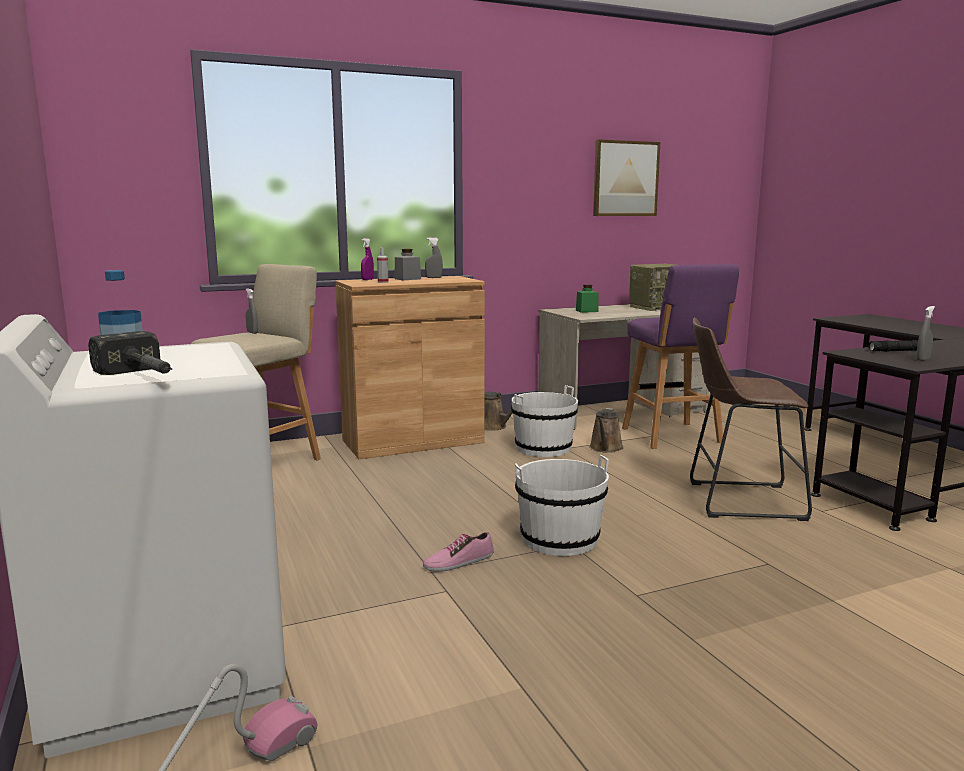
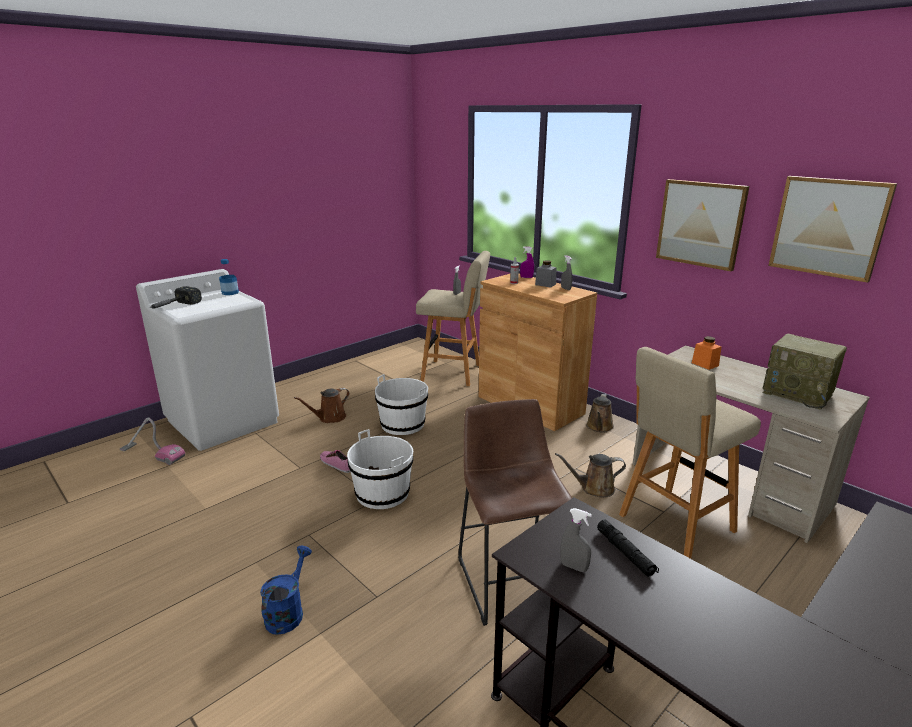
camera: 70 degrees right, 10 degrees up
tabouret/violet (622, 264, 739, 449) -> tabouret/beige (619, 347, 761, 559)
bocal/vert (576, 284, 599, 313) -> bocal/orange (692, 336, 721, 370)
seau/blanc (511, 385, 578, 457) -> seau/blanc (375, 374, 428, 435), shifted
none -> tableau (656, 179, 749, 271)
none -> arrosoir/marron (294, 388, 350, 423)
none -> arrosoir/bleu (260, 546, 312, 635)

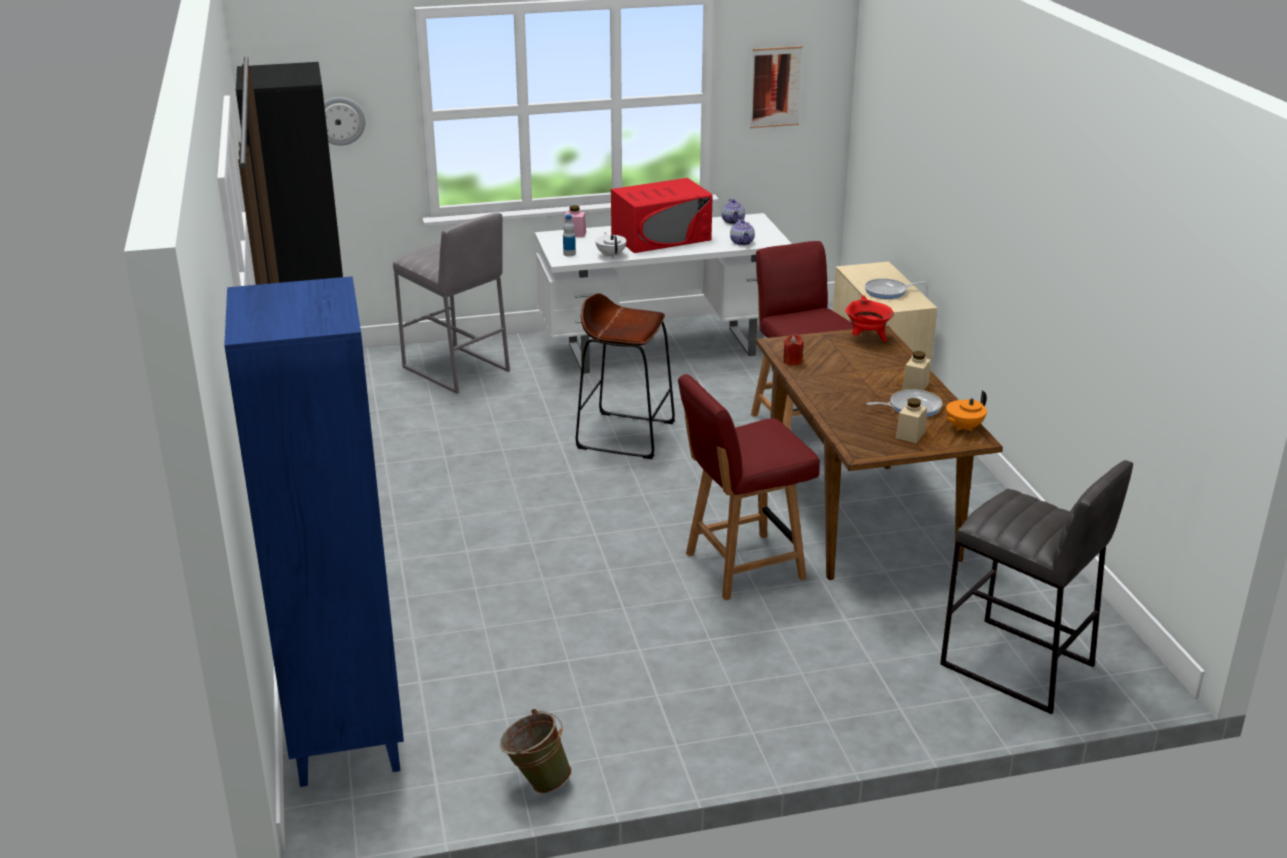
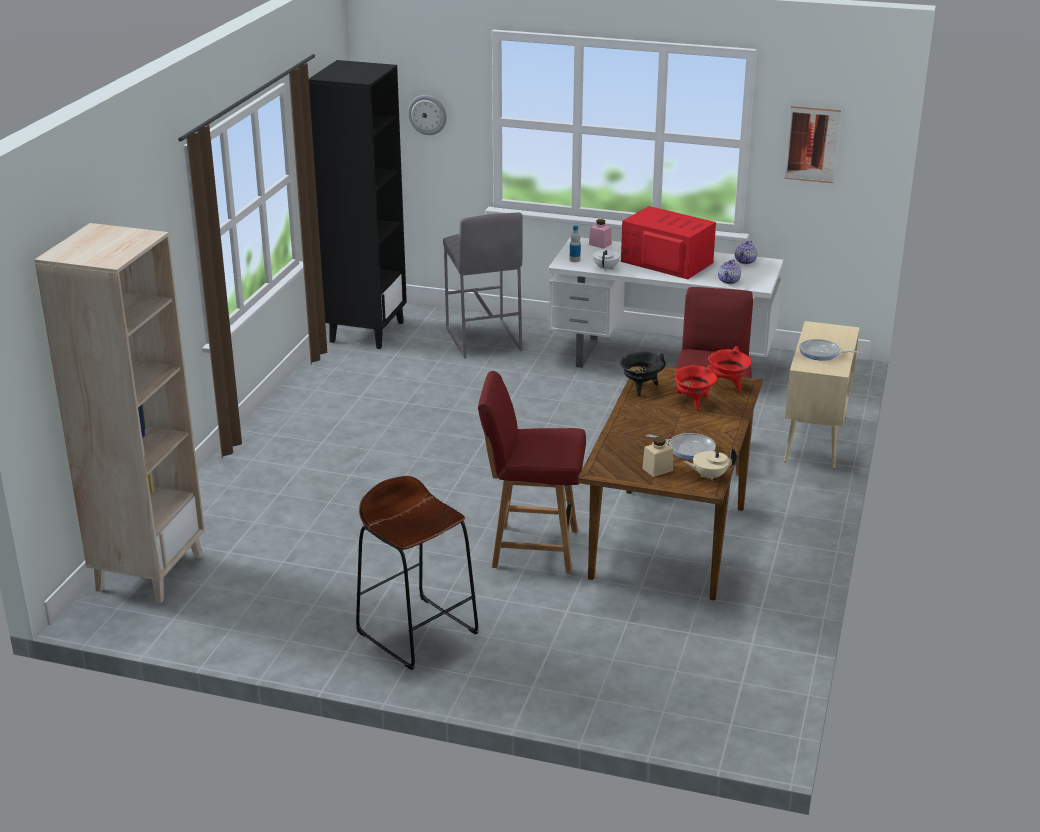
camera: 30 degrees right, 0 degrees up
micro-ondes/rouge (611, 178, 713, 253) -> micro-ondes/rouge (621, 206, 716, 279), 150 degrees counterclockwise
bibliothèque/bleu (224, 276, 404, 787) -> bibliothèque/beige (34, 223, 205, 603)
tabouret/marron (576, 293, 675, 459) -> tabouret/marron (356, 476, 479, 670), shifted
bougie/rouge (783, 334, 804, 366) -> marmite/noir (620, 352, 666, 396)
bocal/beige (902, 351, 931, 391) -> none
théière/orange (945, 391, 987, 431) -> théière/beige (683, 448, 737, 481)
tabouret/gris (940, 460, 1133, 714) -> none
seau/vert (500, 709, 572, 793) -> none
none -> marmite/rouge (675, 365, 717, 411)

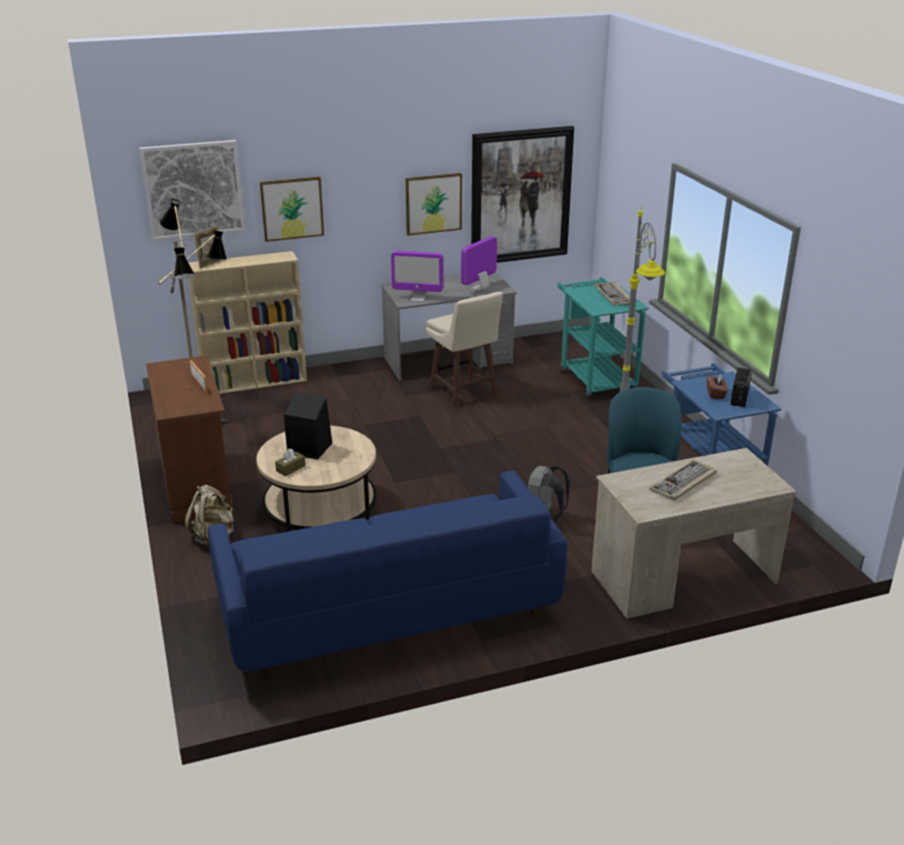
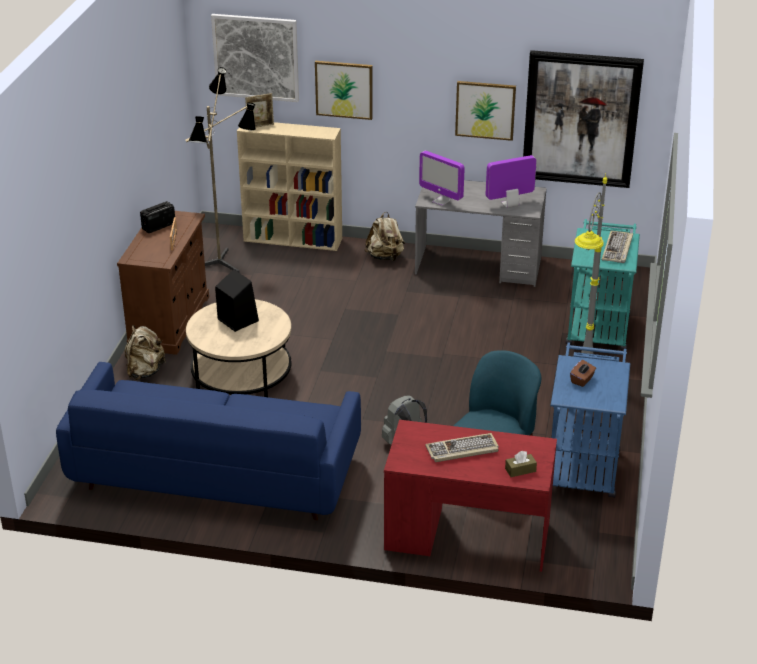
camera: 30 degrees right, 5 degrees up
tabouret/beige (426, 292, 503, 407) -> none
radio (730, 368, 752, 407) -> radio (140, 201, 175, 233), shifted
bureau/beige (591, 448, 797, 619) -> bureau/rouge (384, 420, 557, 572)
boîte à mouchoirs/marron (275, 449, 305, 476) -> boîte à mouchoirs/marron (505, 451, 537, 477), shifted
none -> sac à dos/beige (365, 212, 405, 261)

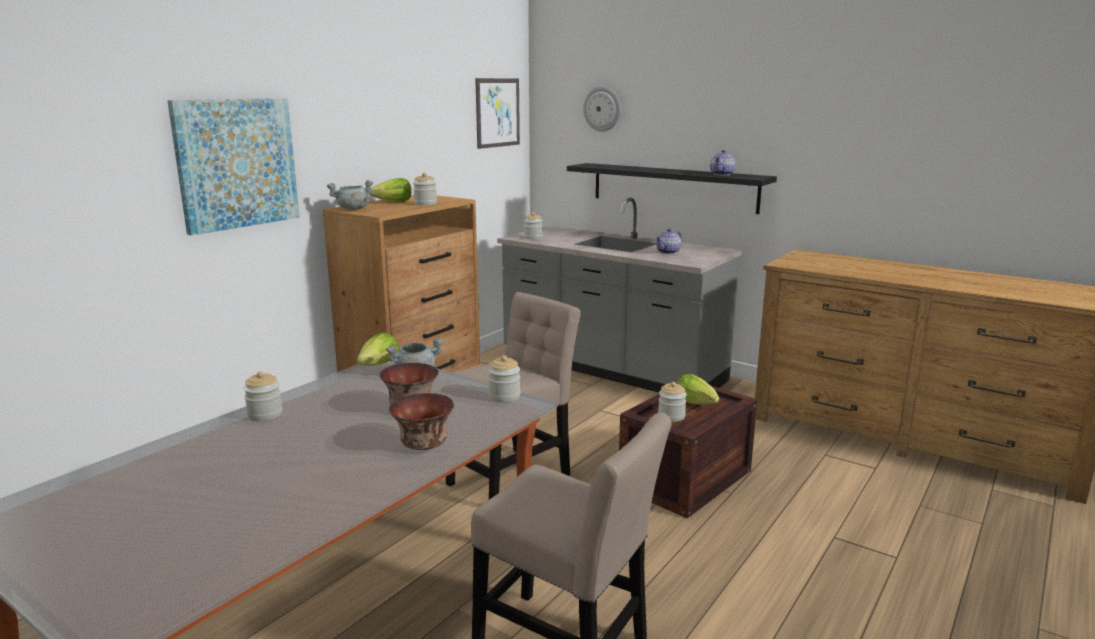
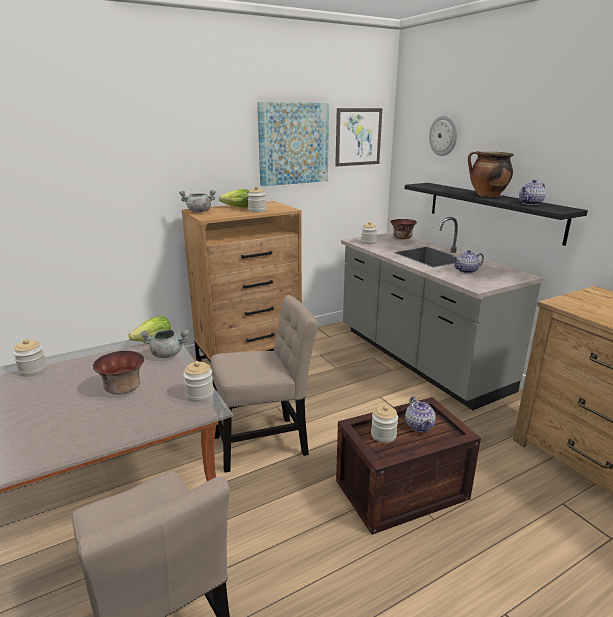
camera: 25 degrees right, 5 degrees up
tableau (167, 98, 300, 236) -> tableau (257, 102, 329, 186), shifted
laitue (676, 374, 719, 404) -> théière (405, 397, 436, 432)
bol (389, 393, 454, 450) -> bol (390, 219, 417, 239), shifted
none -> marmite (468, 151, 513, 197)

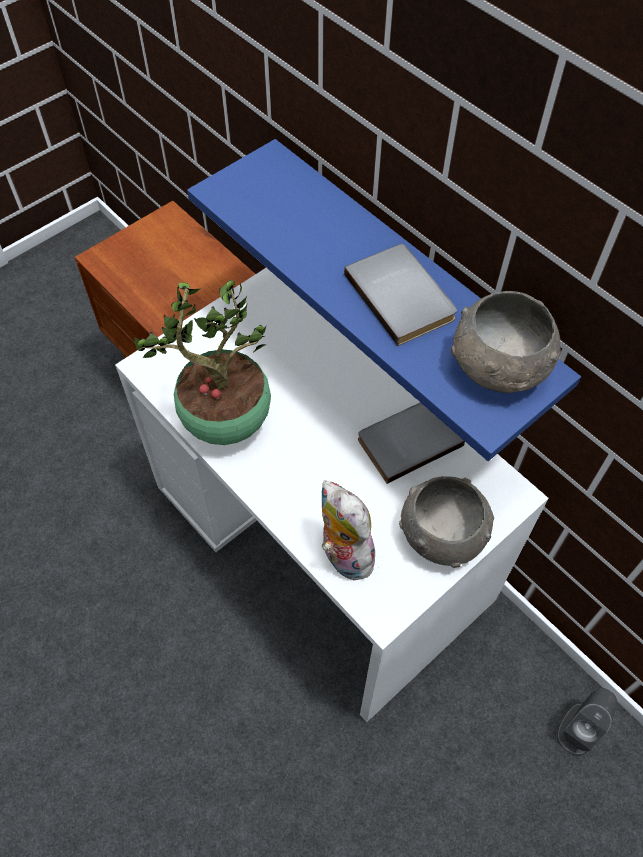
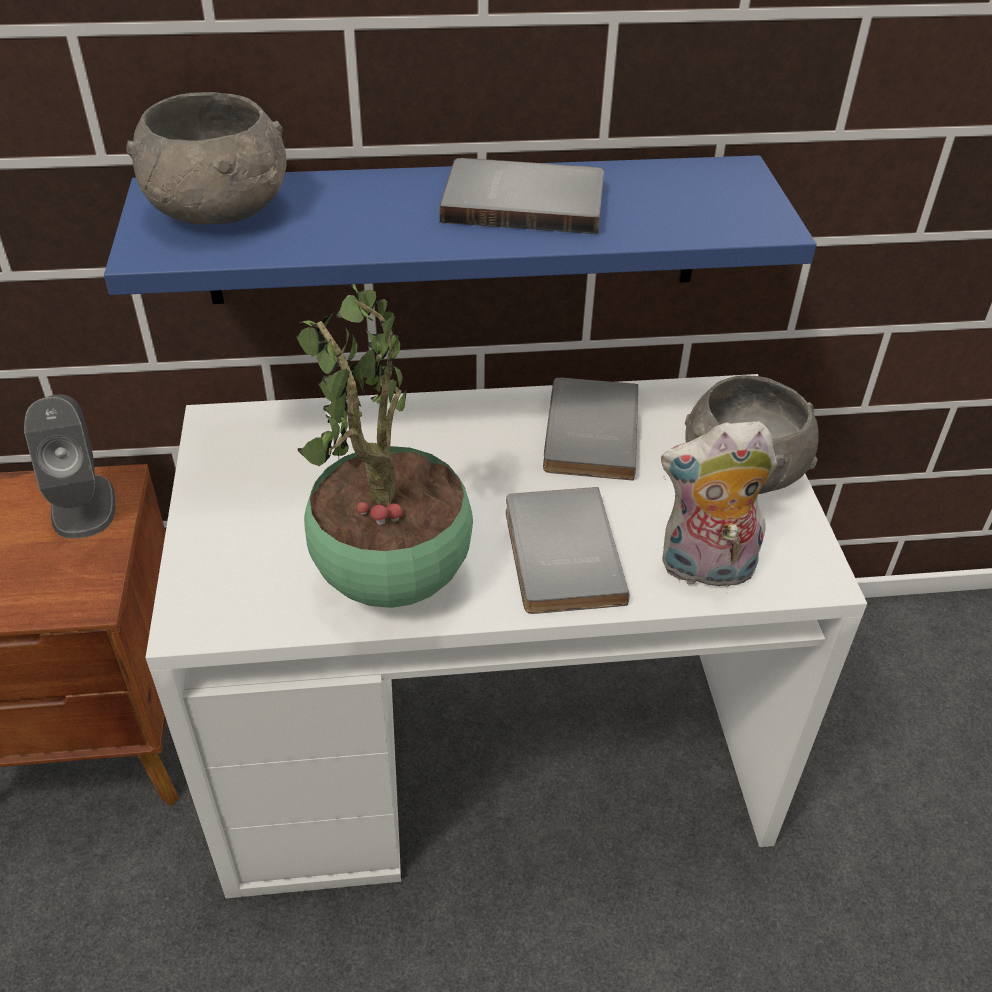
camera: 55 degrees left, 15 degrees down
bol/gris (451, 291, 561, 393) -> bol/gris (126, 92, 287, 224), shifted
enceinte/gris (556, 688, 618, 757) -> enceinte/gris (24, 394, 116, 539), shifted
none -> livre/gris (506, 487, 629, 614)

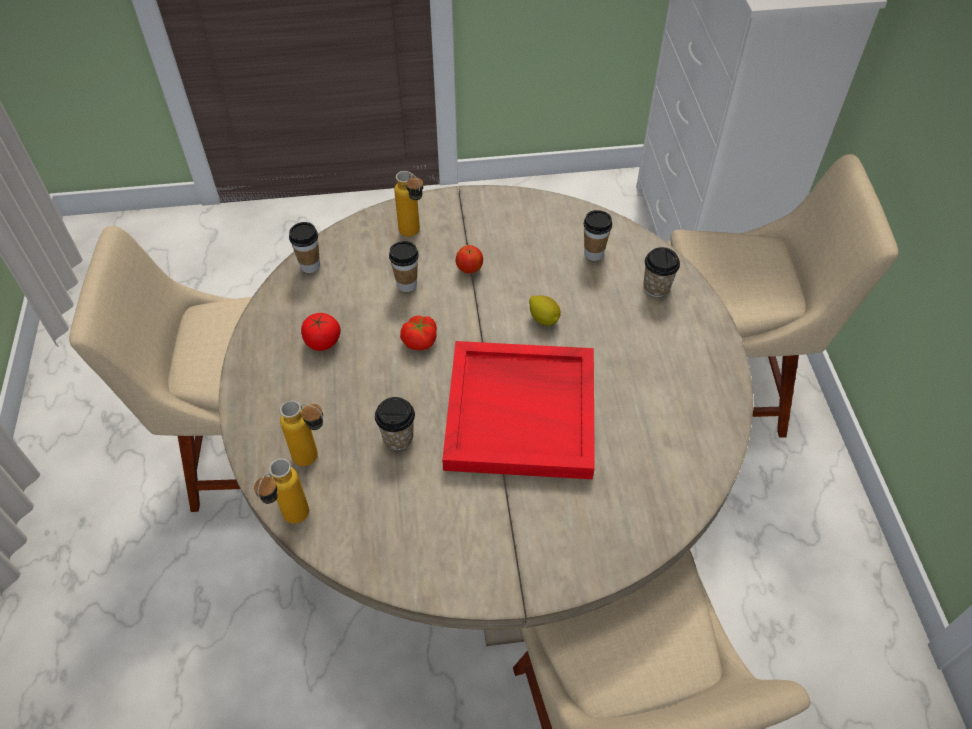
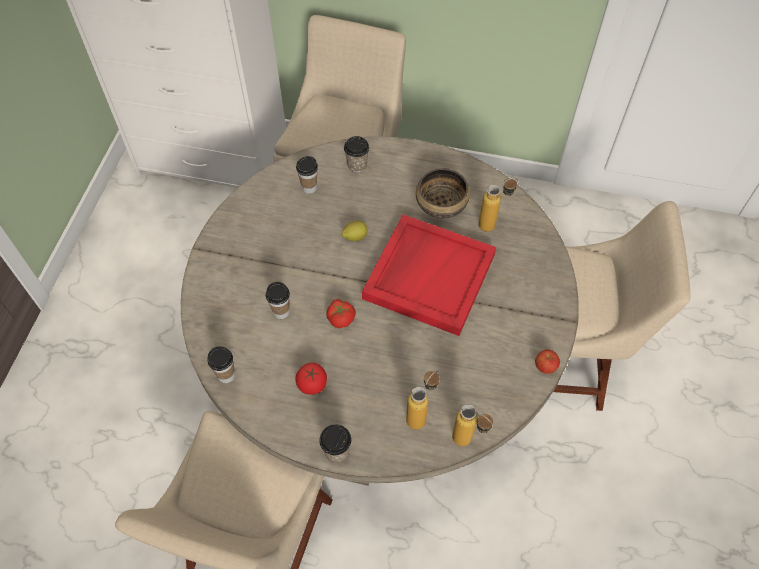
camera: 70 degrees left, 5 degrees up
bouteille (394, 171, 423, 237) -> bouteille (478, 178, 518, 232), shifted
pomme (456, 245, 483, 273) -> pomme (535, 349, 560, 374), shifted
tasse (375, 397, 415, 450) -> tasse (319, 425, 351, 463), shifted
none -> bol (416, 168, 470, 218)

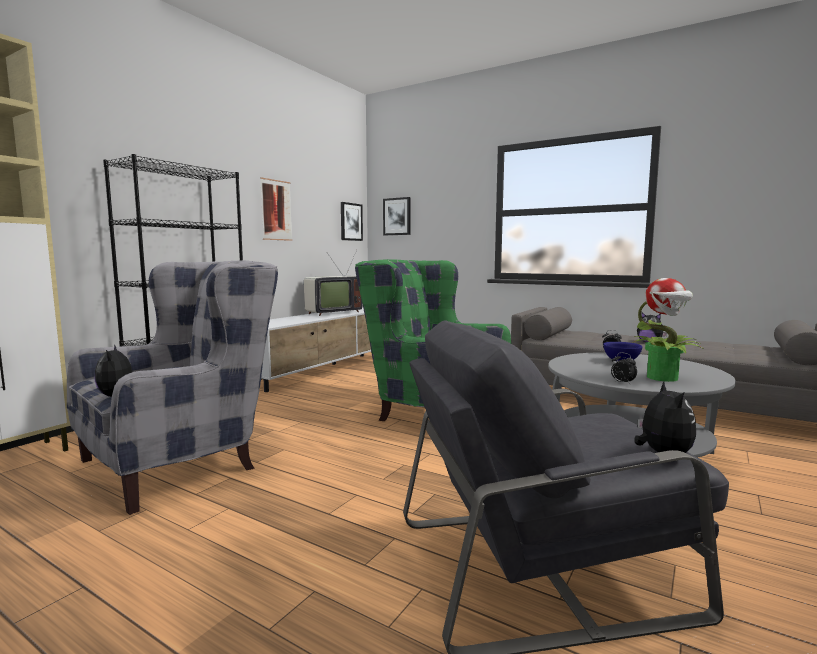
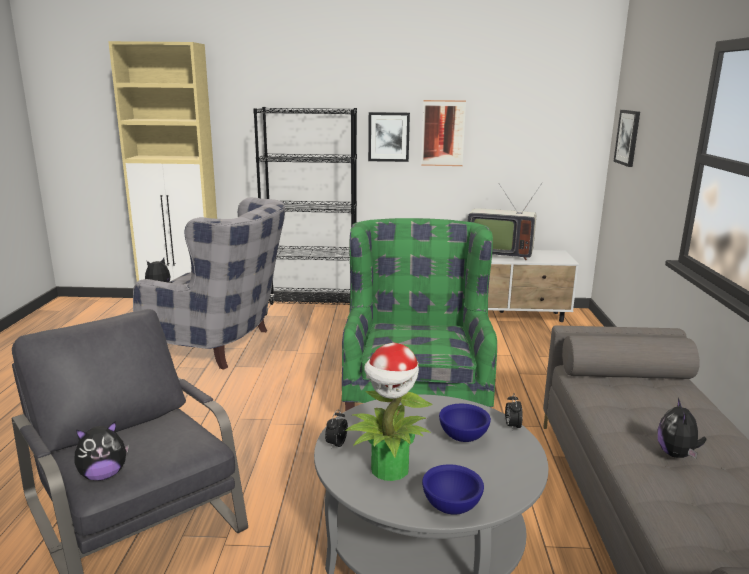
camera: 60 degrees right, 10 degrees up
tableau (341, 202, 363, 241) -> tableau (368, 112, 410, 162), shifted
none -> bol/bleu (422, 464, 484, 515)

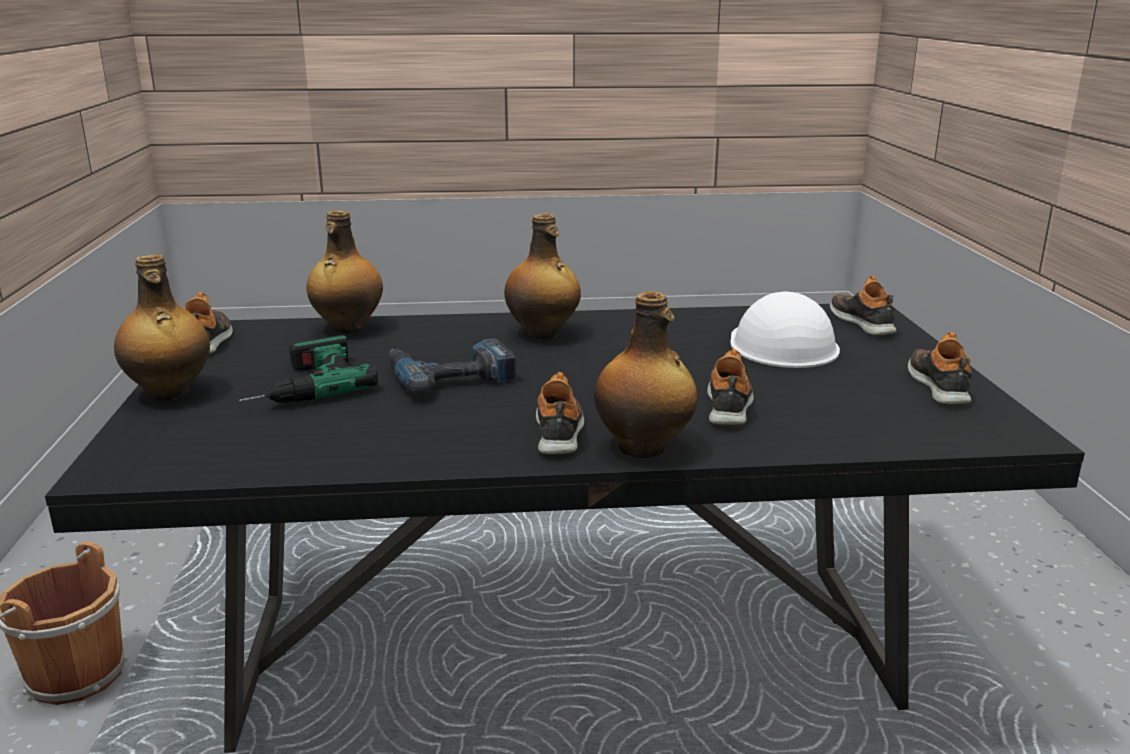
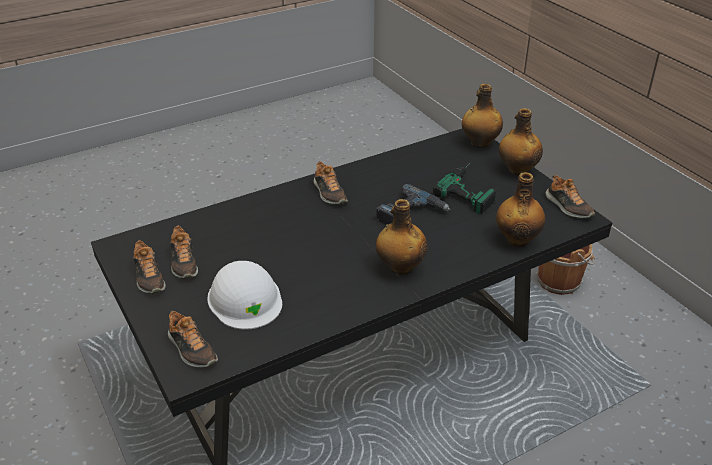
camera: 155 degrees right, 15 degrees up
bouteille (594, 291, 697, 458) -> bouteille (462, 84, 503, 148), shifted
chaussure (707, 349, 754, 426) -> chaussure (170, 225, 198, 279), shifted

